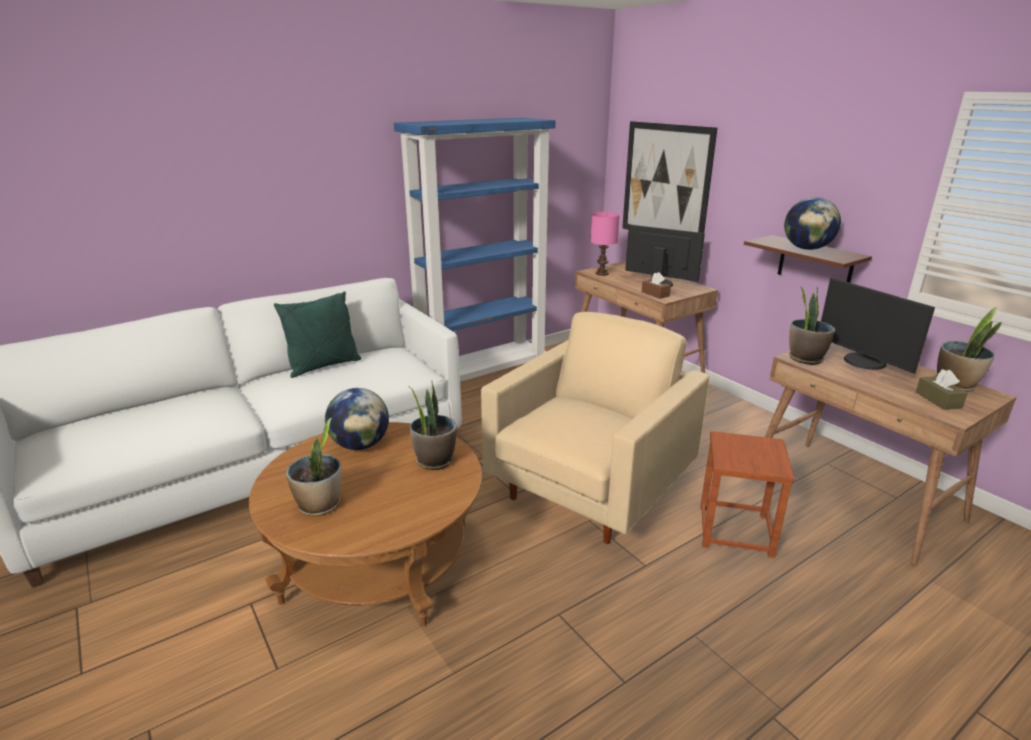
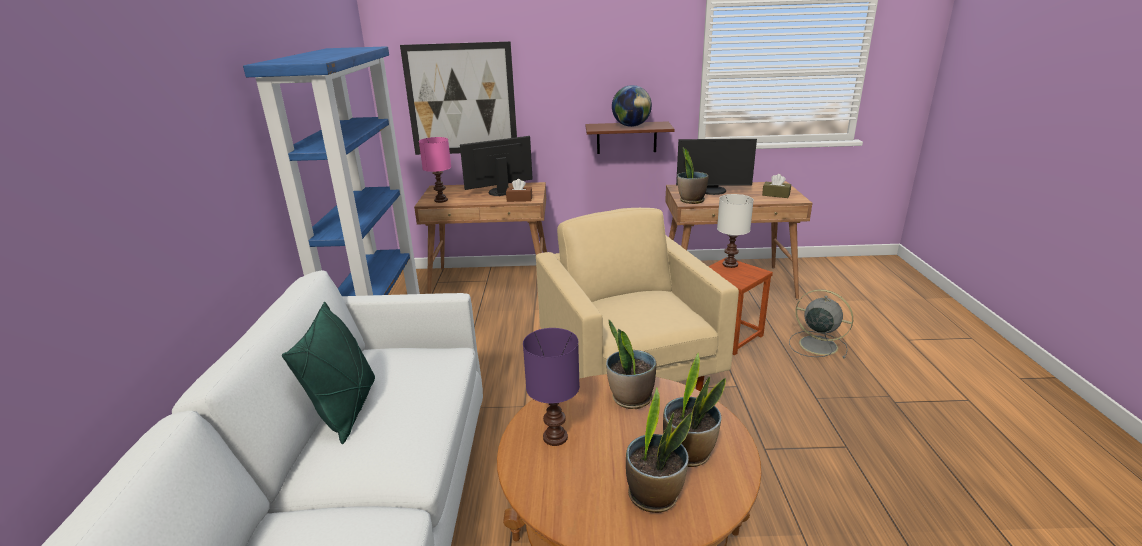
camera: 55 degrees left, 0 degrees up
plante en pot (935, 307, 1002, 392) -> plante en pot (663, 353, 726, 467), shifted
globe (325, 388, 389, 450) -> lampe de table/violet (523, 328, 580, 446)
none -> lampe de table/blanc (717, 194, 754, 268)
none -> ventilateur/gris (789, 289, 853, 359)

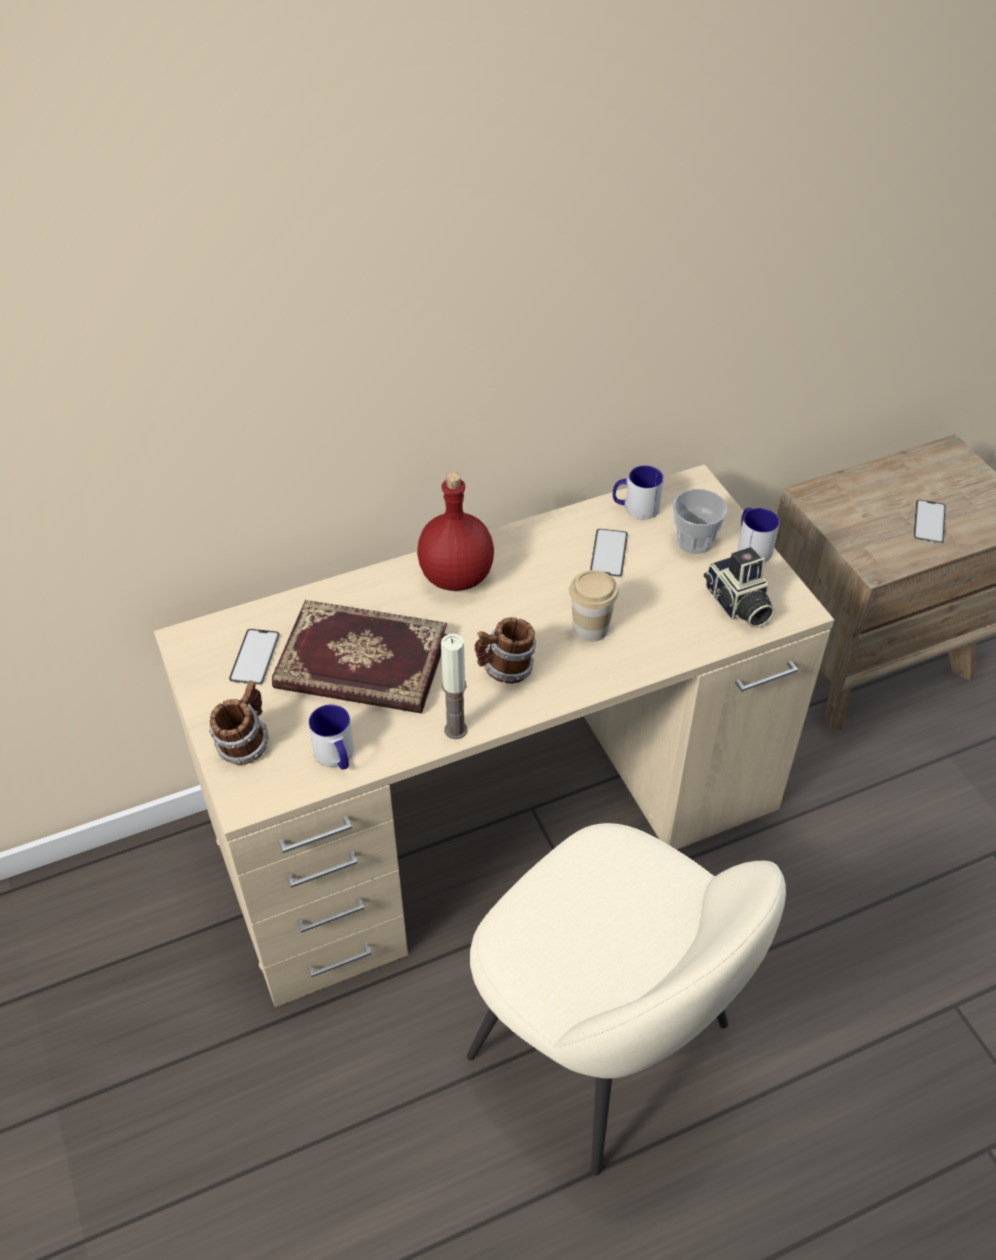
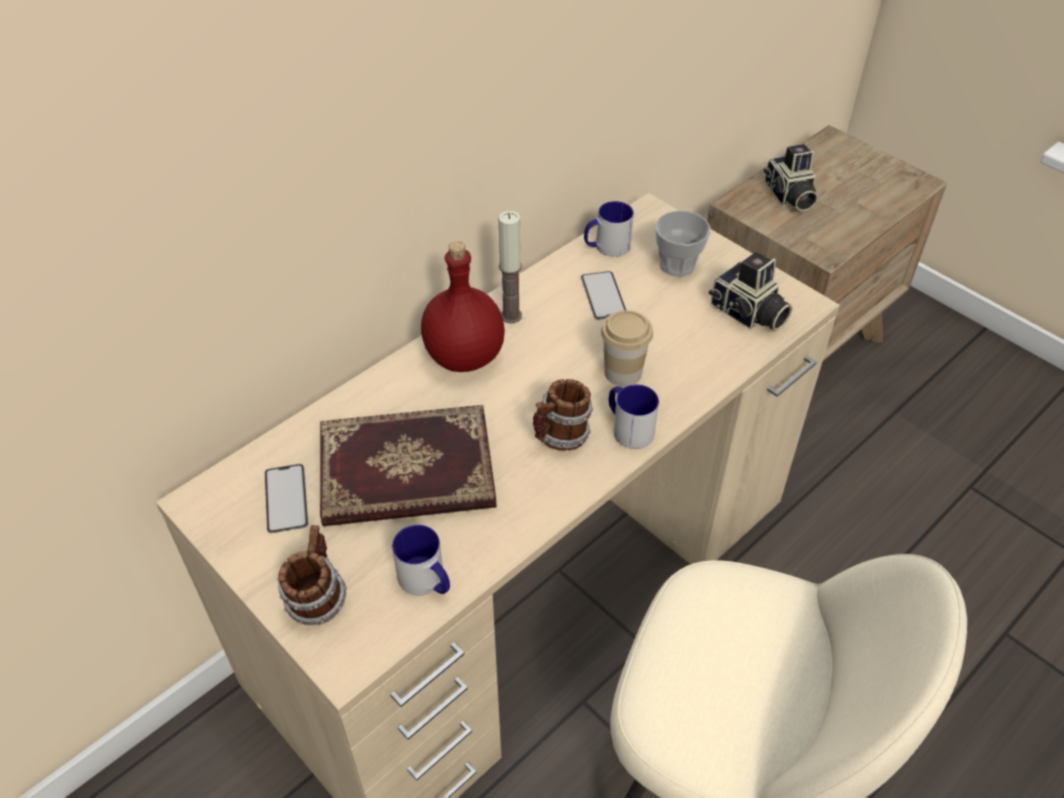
camera: 20 degrees left, 0 degrees up
téléphone (913, 500, 946, 544) -> none
mug (738, 508, 780, 562) -> mug (609, 384, 659, 449), shifted
bougie (441, 634, 467, 739) -> bougie (499, 211, 522, 323), shifted
none -> appareil photo (764, 144, 818, 212)

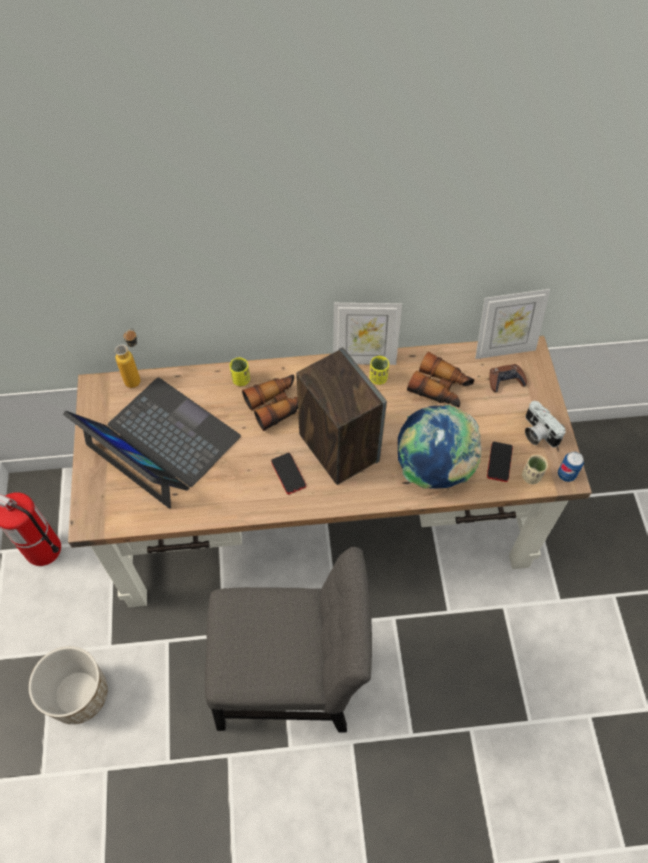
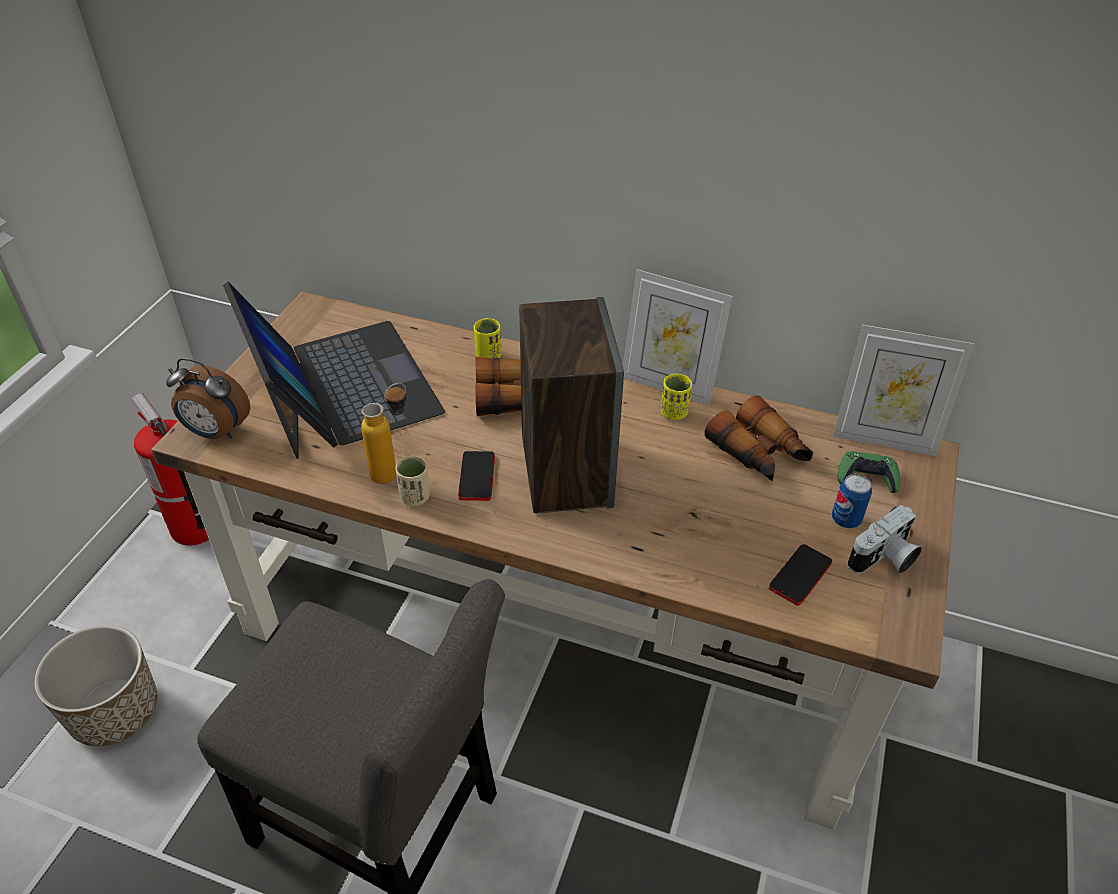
camera: 25 degrees right, 15 degrees down
bouteille (115, 328, 141, 388) -> bouteille (361, 383, 406, 484), shifted
manette/marron (489, 364, 527, 392) -> manette/vert (838, 451, 901, 493)
appareil photo (525, 401, 566, 447) -> appareil photo (847, 505, 922, 574), 120 degrees counterclockwise
globe (398, 405, 481, 489) -> none
boîte métallique (558, 451, 584, 482) -> boîte métallique (832, 474, 872, 529), shifted
tasse/beige (522, 455, 548, 484) -> tasse/beige (395, 455, 430, 506), shifted
none -> réveil (166, 358, 250, 439)

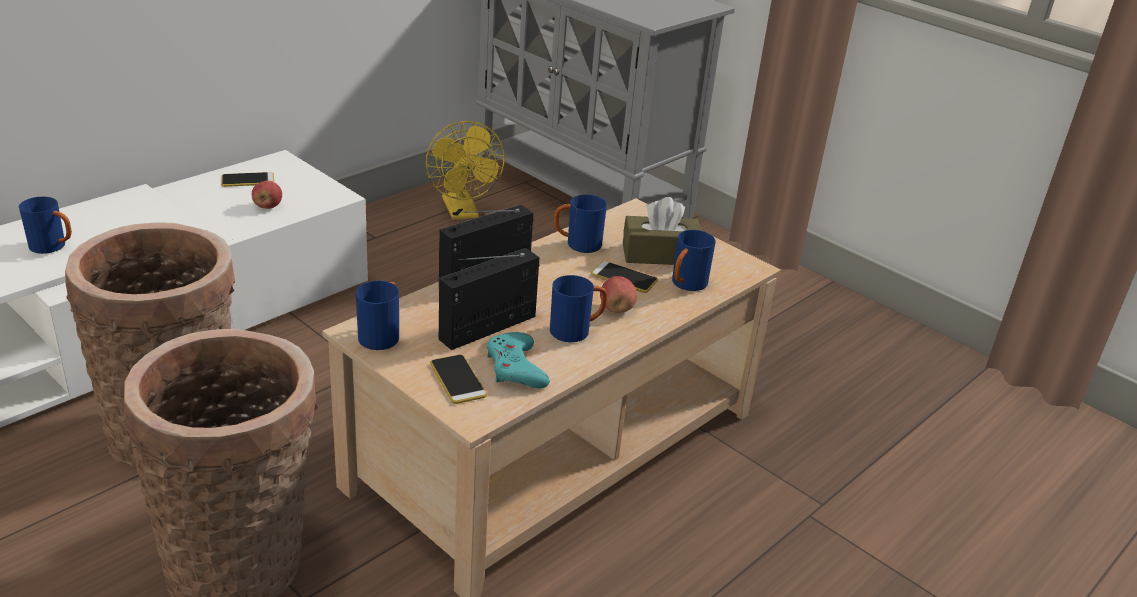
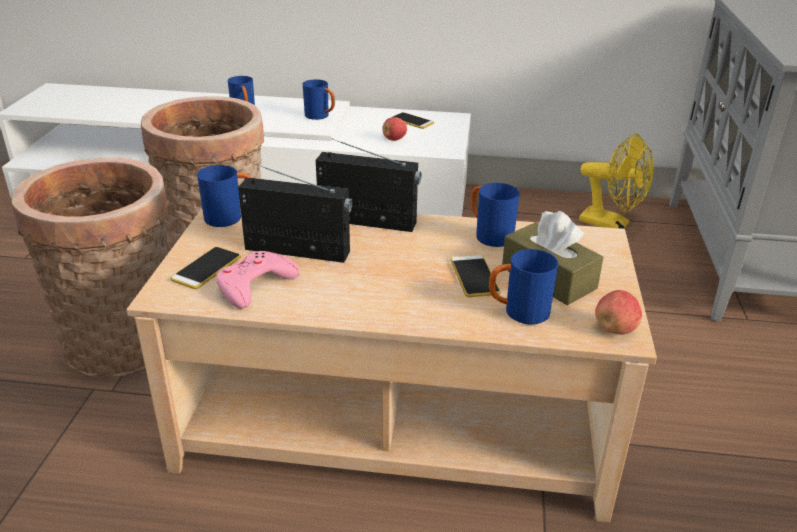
camera: 55 degrees right, 0 degrees up
ventilateur/jaune (426, 121, 505, 220) -> ventilateur/jaune (579, 133, 654, 229), 90 degrees counterclockwise
mug/bleu (550, 275, 607, 342) -> mug/bleu (303, 79, 335, 120), shifted
pomme (600, 276, 637, 313) -> pomme (595, 290, 642, 334), shifted
manette/turquoise (487, 332, 550, 389) -> manette/rose (216, 251, 300, 309)

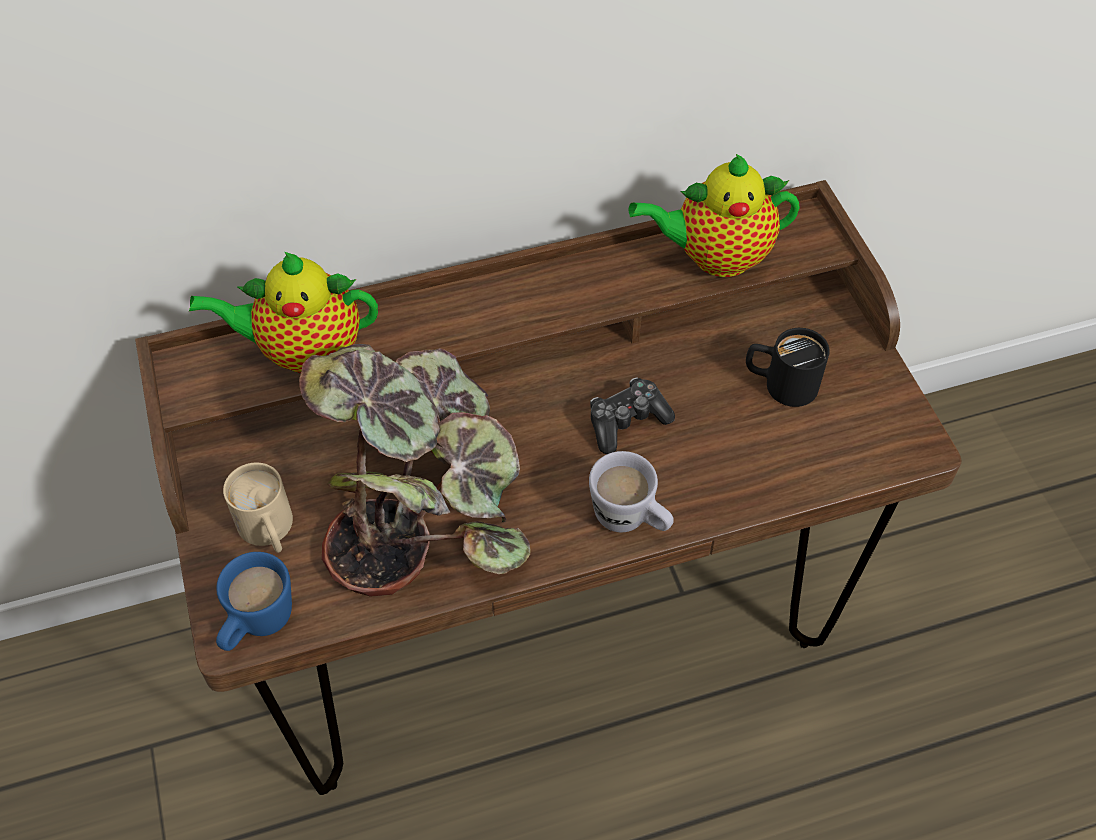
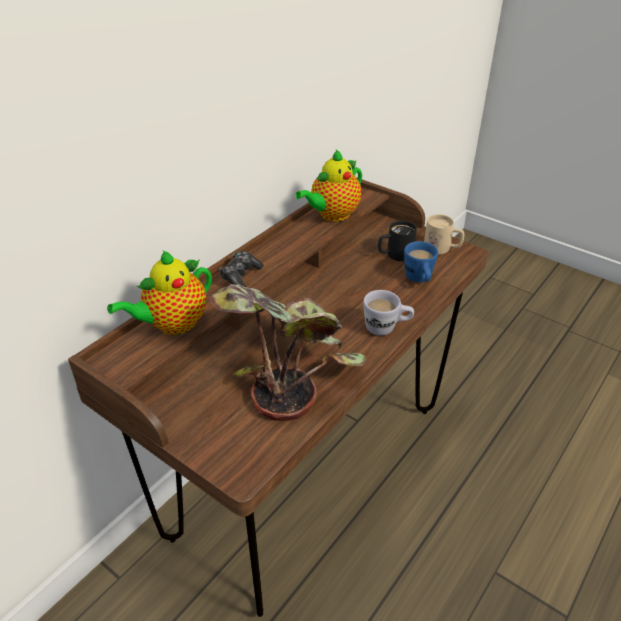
camera: 35 degrees left, 15 degrees down
manette (590, 377, 675, 454) -> manette (219, 251, 264, 287), shifted
mug/beige (223, 463, 293, 553) -> mug/beige (424, 214, 464, 254), shifted
mug/bleu (216, 552, 292, 651) -> mug/bleu (404, 241, 438, 282), shifted

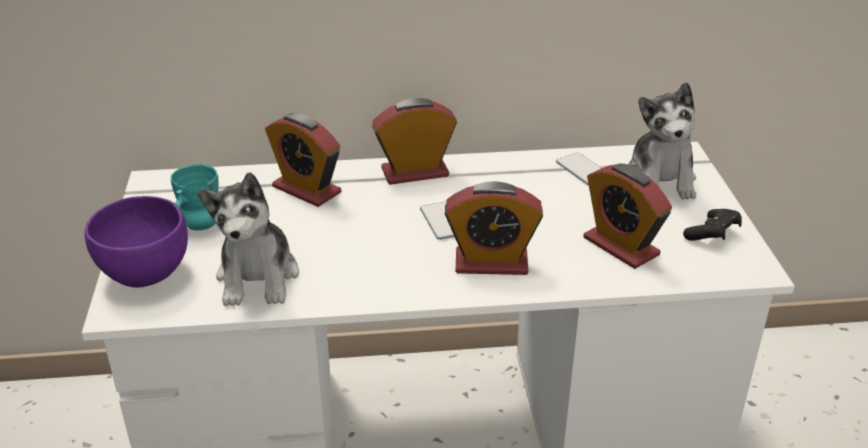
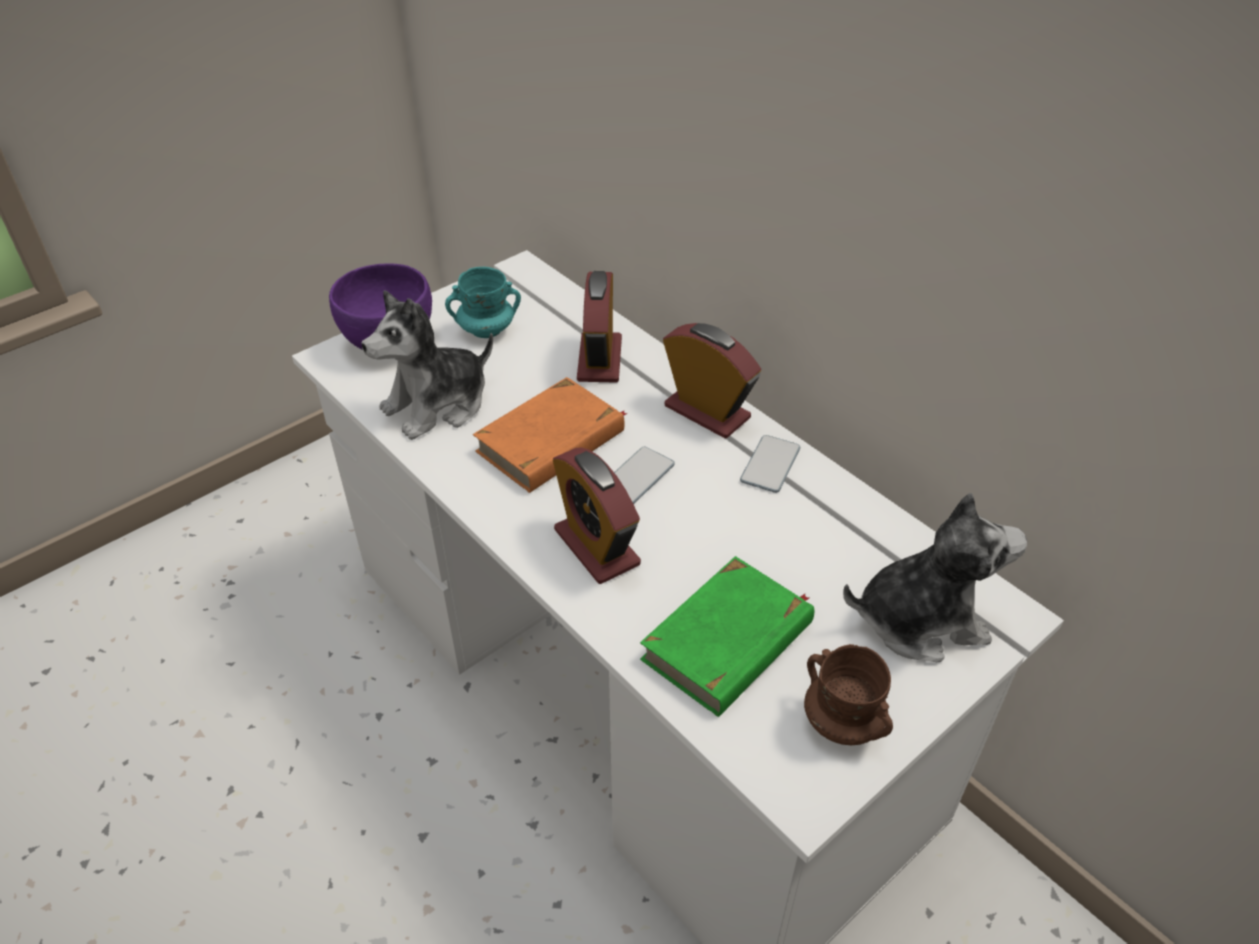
camera: 55 degrees right, 10 degrees up
peluche (628, 82, 696, 200) -> peluche (843, 493, 1027, 662), 150 degrees counterclockwise
téléphone (556, 153, 601, 185) -> téléphone (740, 435, 800, 493), shifted
réveil (584, 163, 672, 269) -> livre/vert (640, 556, 814, 717)
manette/noir (683, 209, 742, 241) -> mug/marron (804, 644, 893, 745)
none -> livre/orange (473, 377, 628, 493)

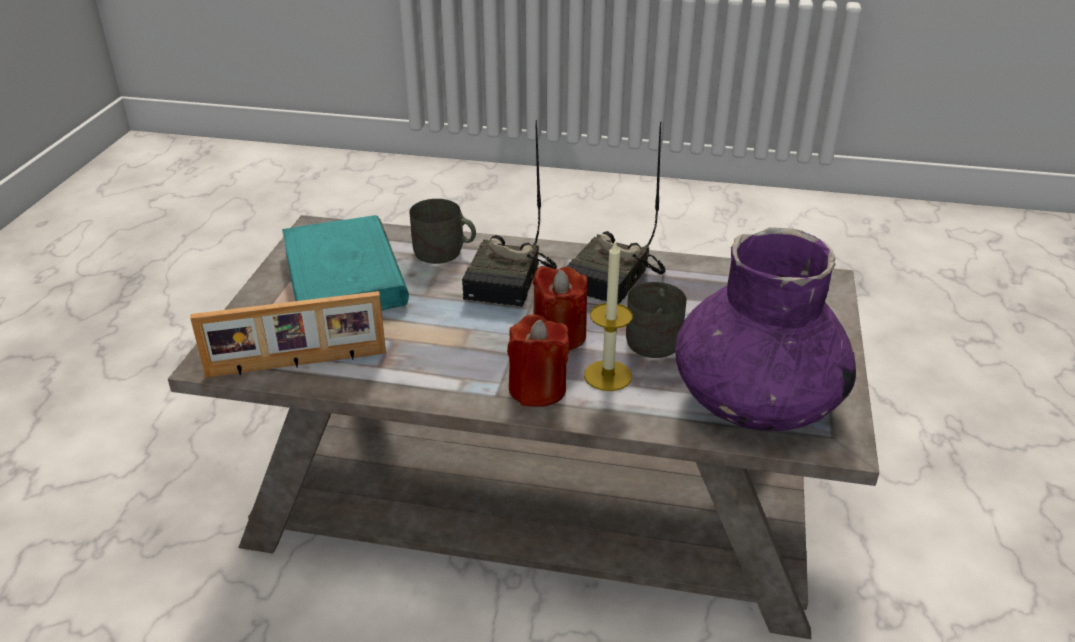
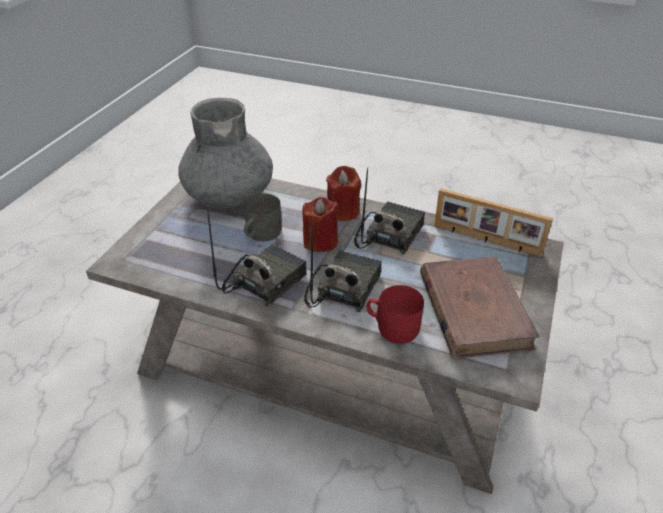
camera: 170 degrees left, 5 degrees up
mug/gris (409, 199, 476, 264) -> mug/rouge (366, 285, 424, 344)
livre/turquoise (282, 215, 409, 310) -> livre/marron (420, 257, 540, 359)
vase/violet (675, 227, 856, 431) -> vase/gris (178, 98, 273, 208)
bougie (584, 240, 633, 391) -> none
cadre photo (190, 291, 386, 378) -> cadre photo (434, 188, 553, 257), 150 degrees counterclockwise
none -> radio (354, 167, 425, 254)

